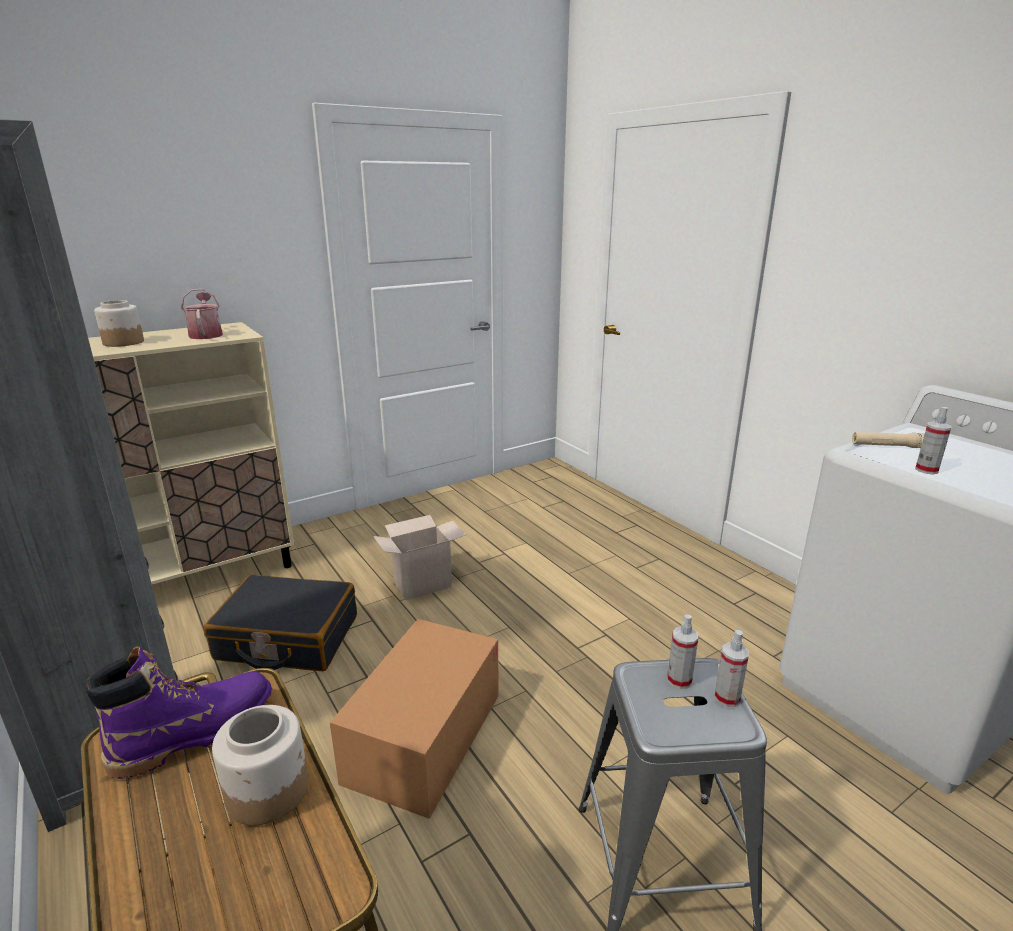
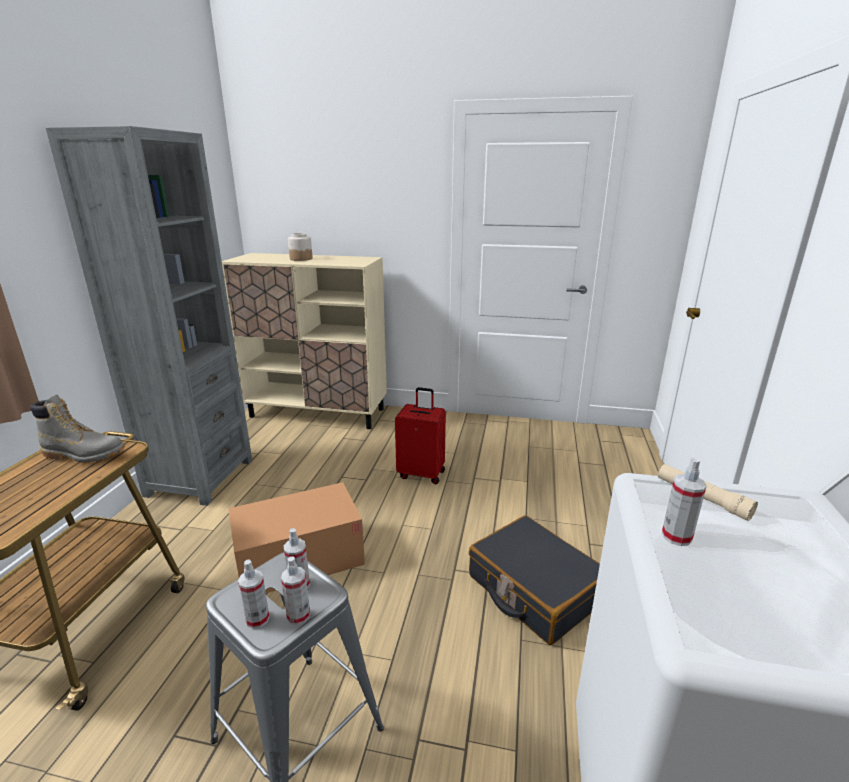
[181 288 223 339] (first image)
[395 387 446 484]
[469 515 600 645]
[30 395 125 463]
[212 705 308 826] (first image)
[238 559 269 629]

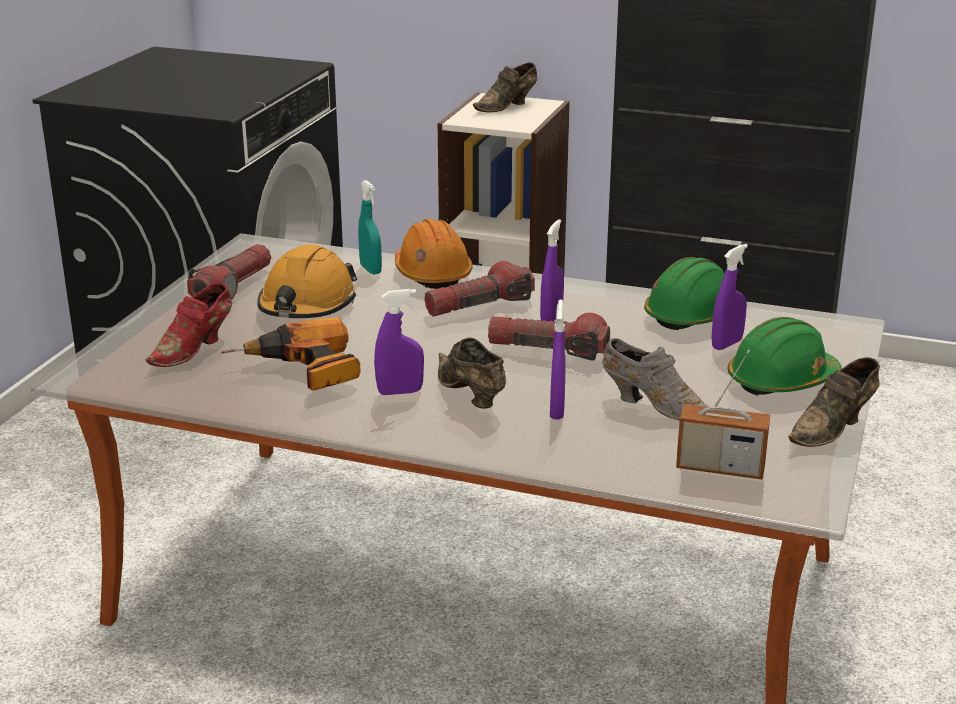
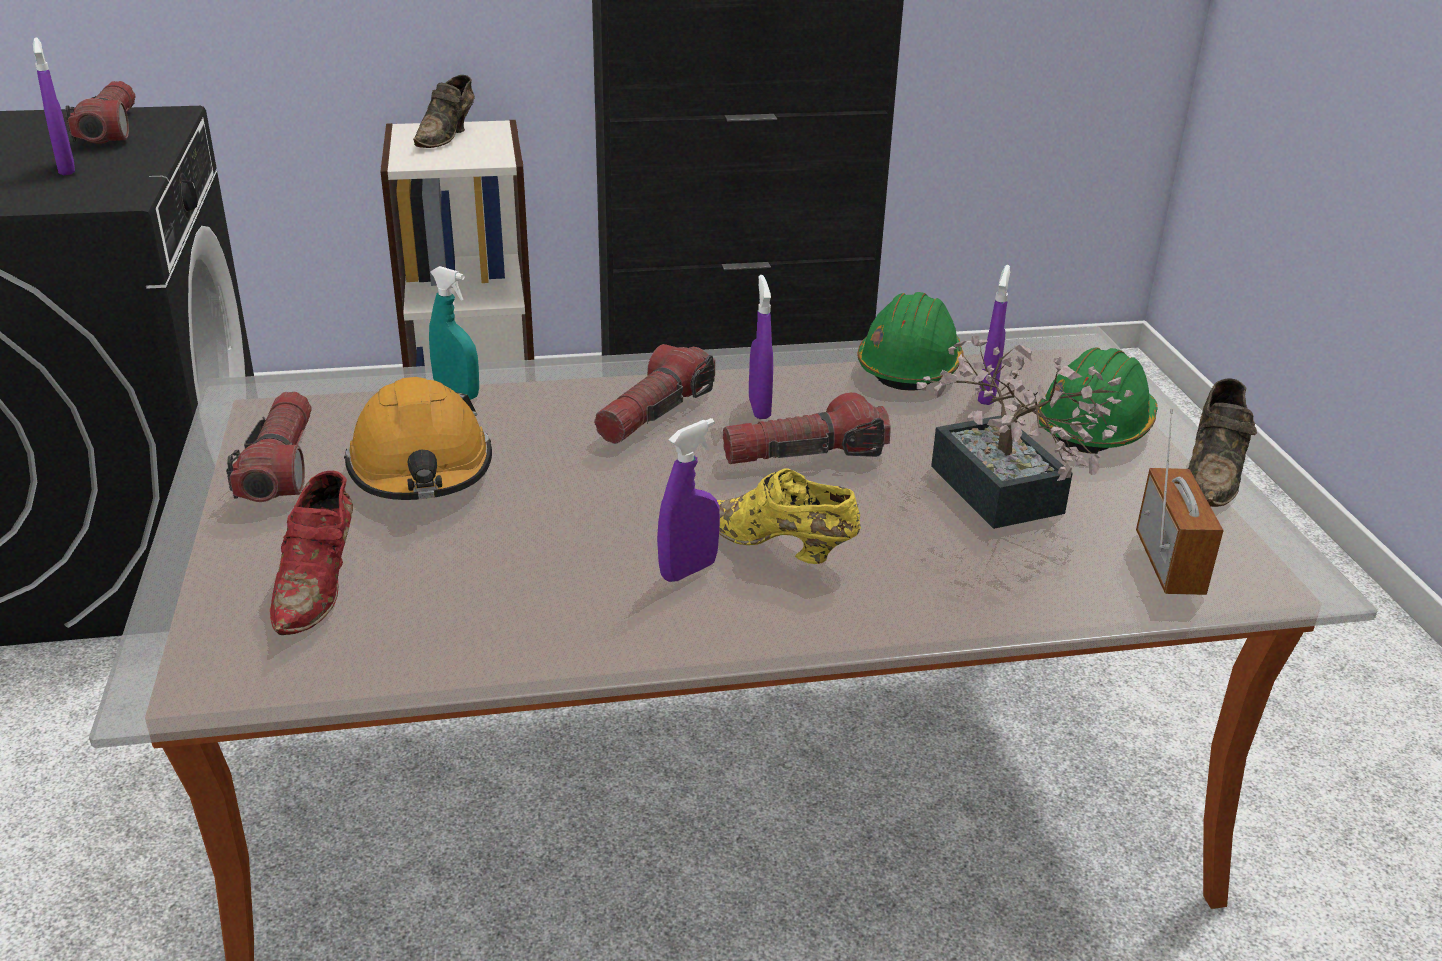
[395 219 473 289] (first image)
[33 38 75 175]
[221 317 361 391] (first image)
[717 469 861 564]
[917 336 1134 529]
[1136 409 1224 595]
[65 81 135 144]

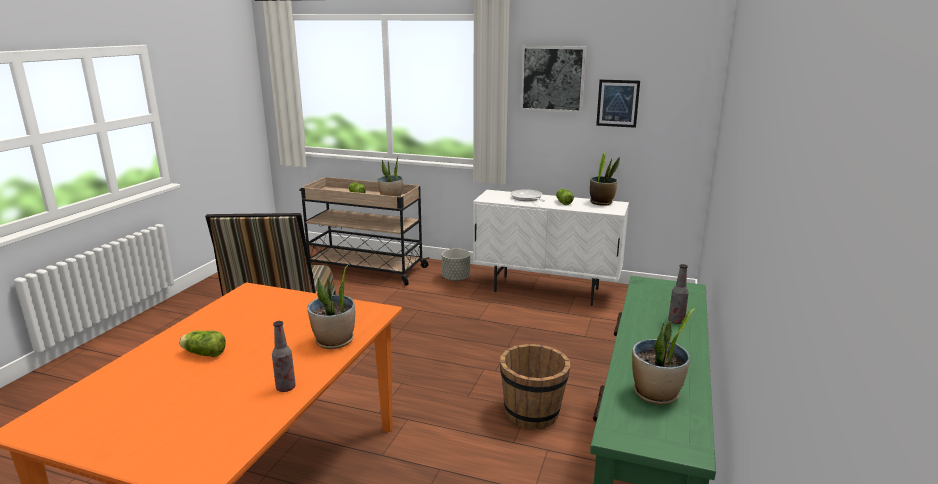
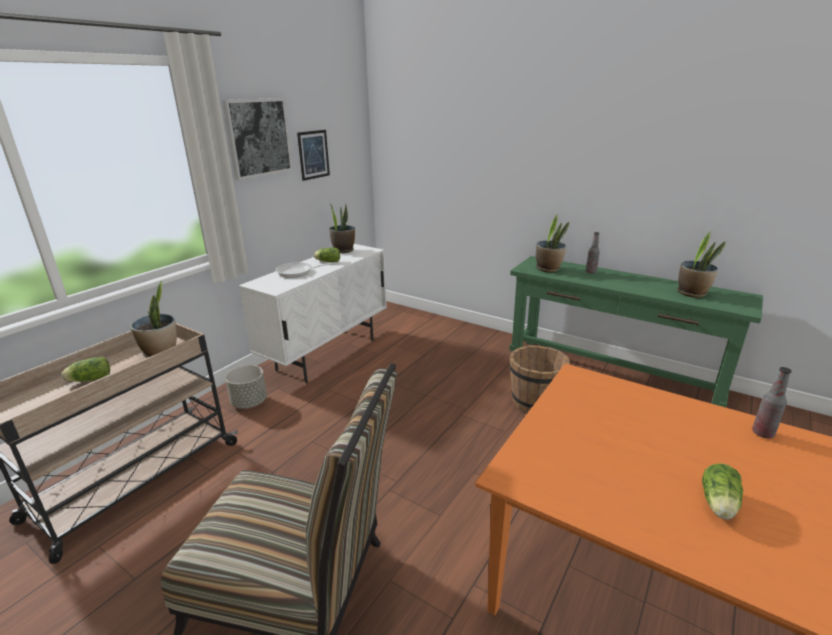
[536 214 569 272]

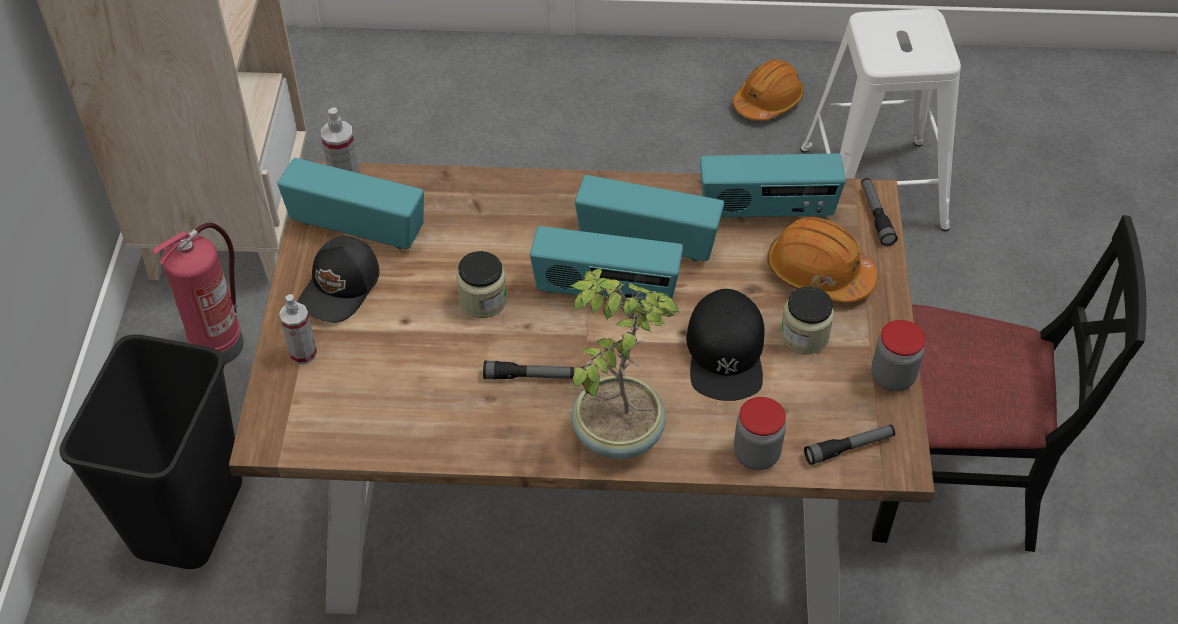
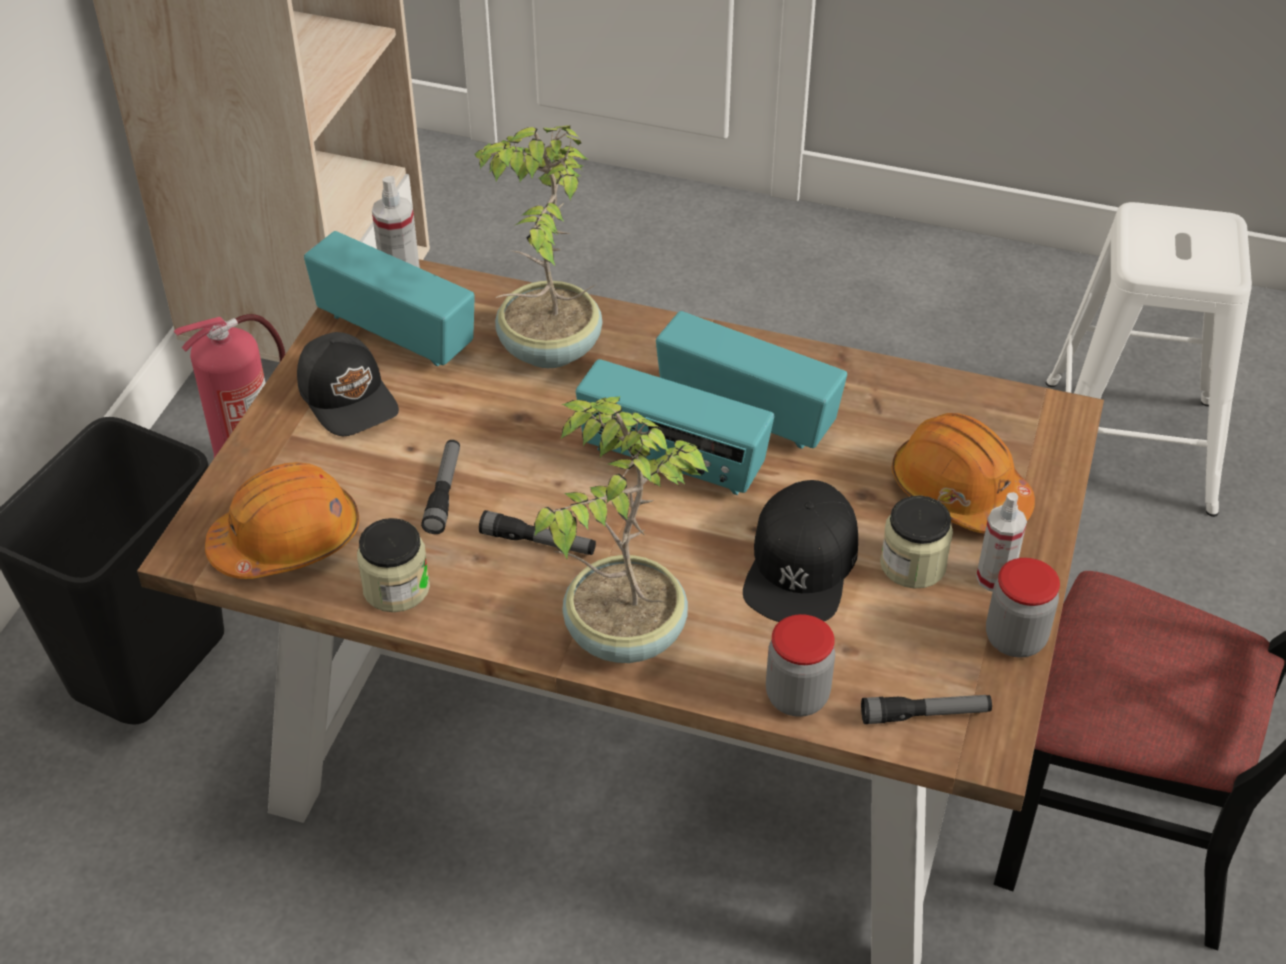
[205 462 359 579]
[700 153 846 218] (first image)
[421 440 460 534]
[297 332 399 436]
[357 518 430 612]
[976 492 1027 591]
[475 125 602 368]

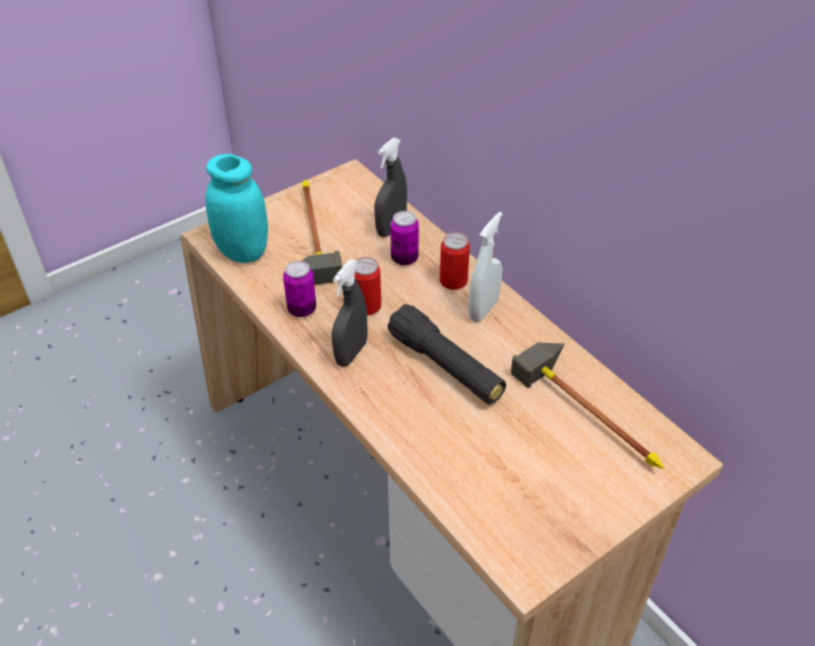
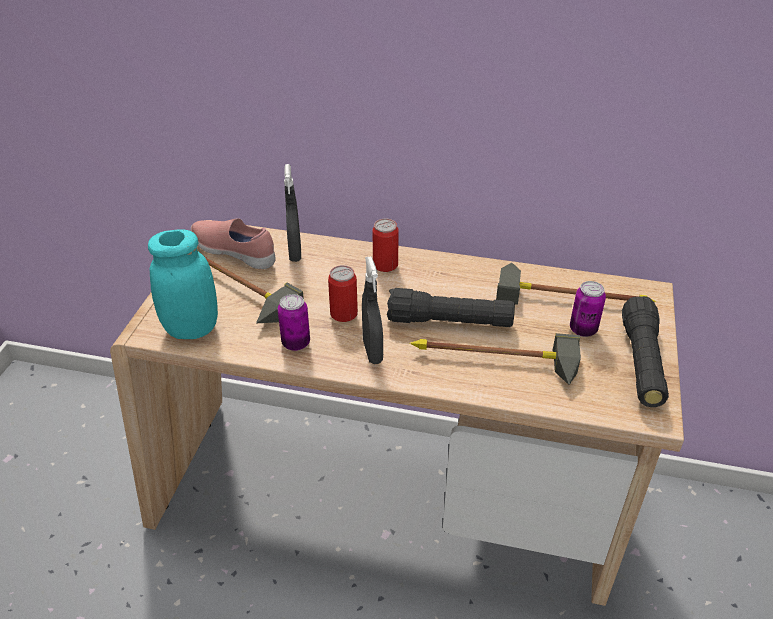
[570 281 606 337]
[468 212 503 322] (first image)
[191 218 276 269]
[622 296 669 407]
[410 333 581 385]

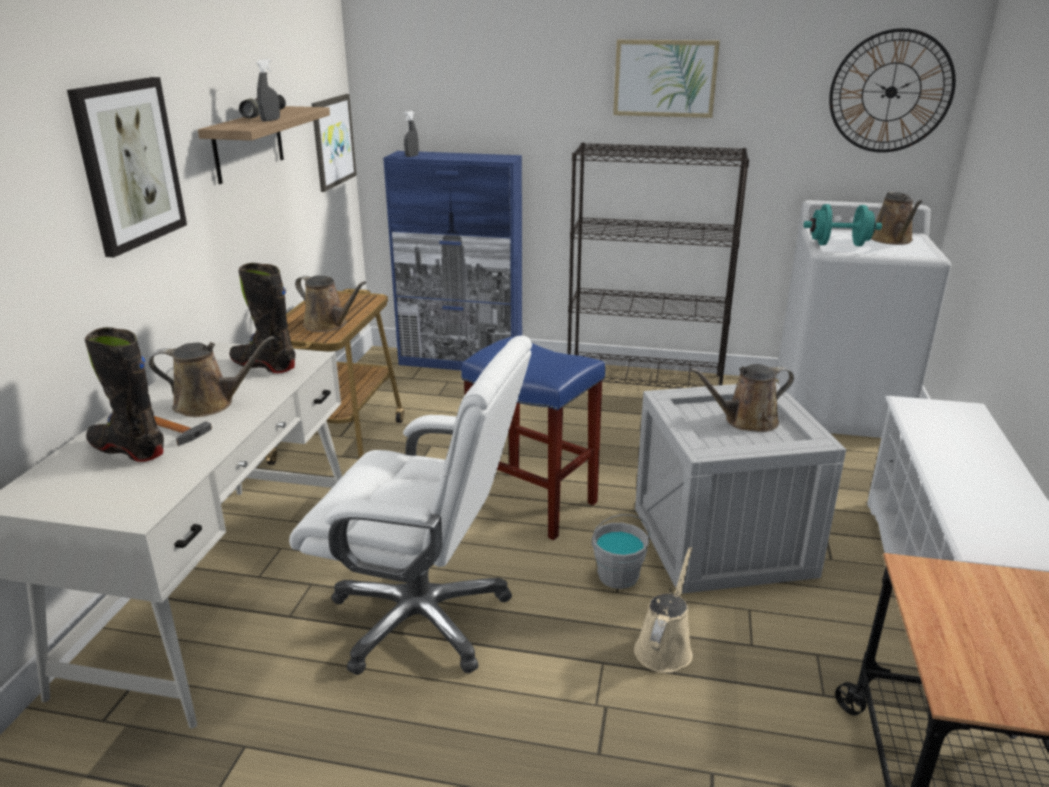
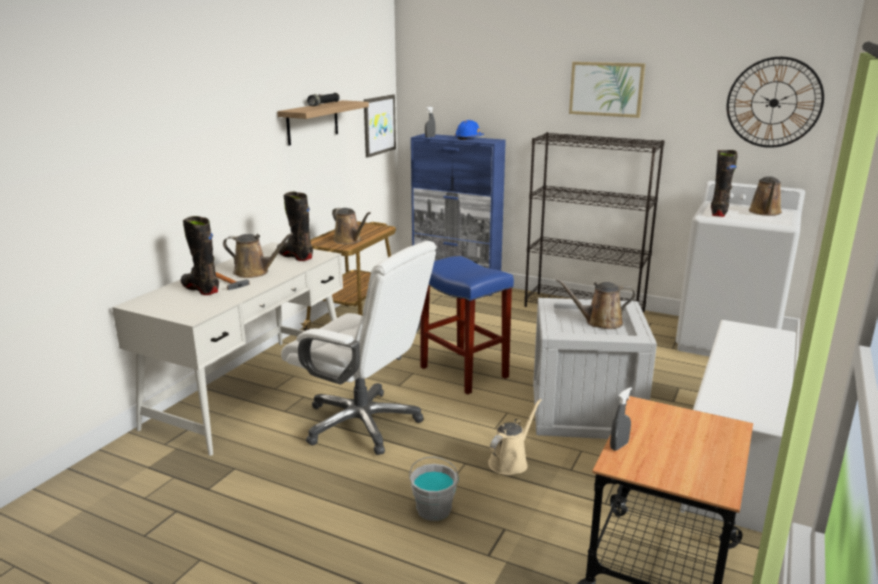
[610 387 632 451]
[67 77 187 257] (first image)
[711 150 738 217]
[409 457 459 521]
[454 120 484 140]

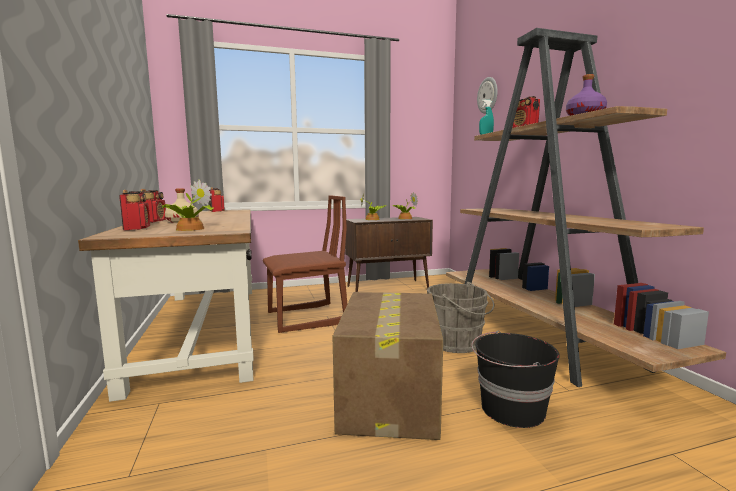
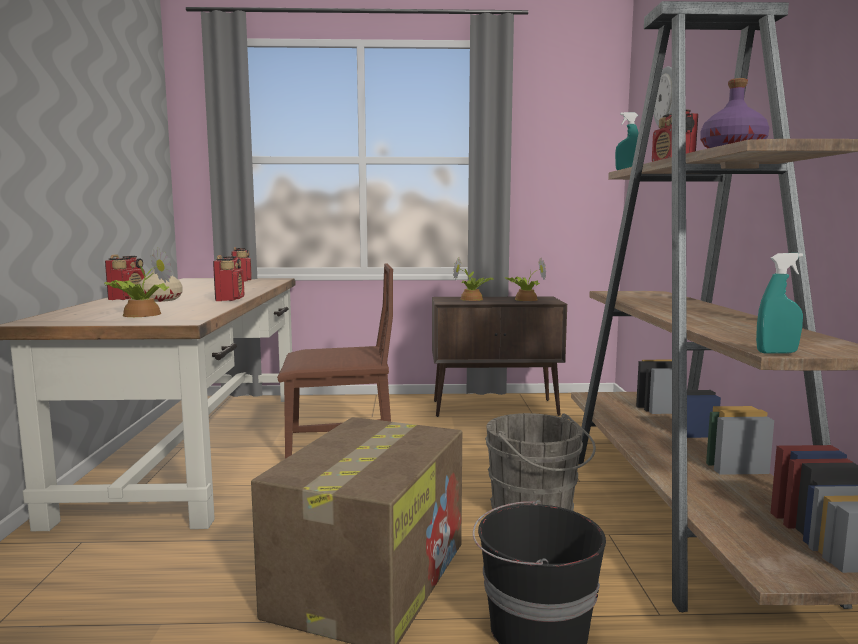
[213 255 244 301]
[756 253 804 354]

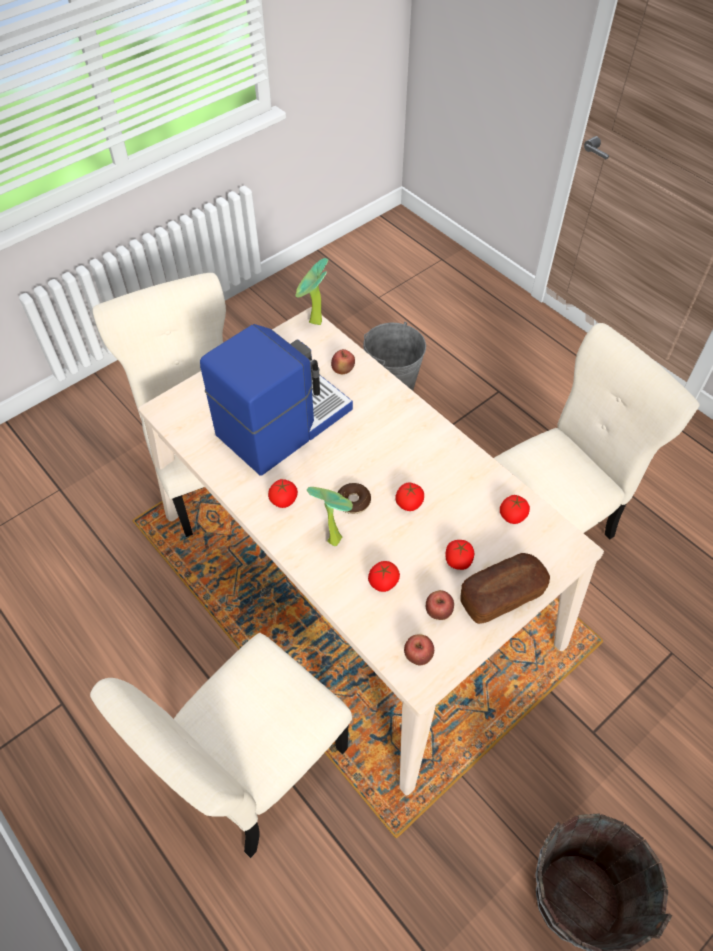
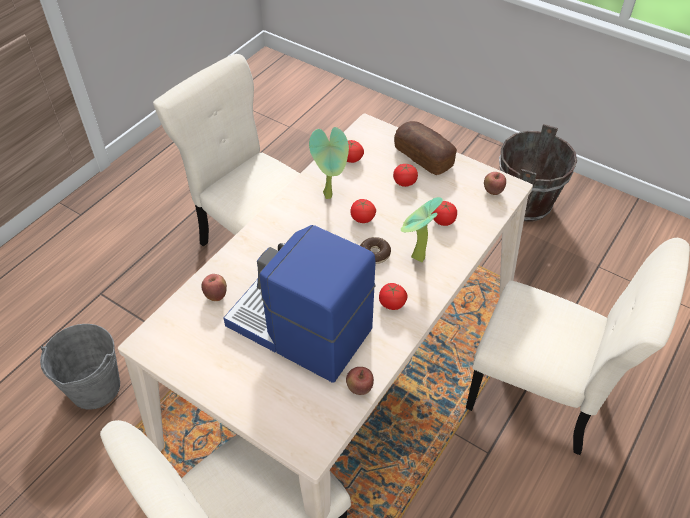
[309 127 349 199]
[346 367 374 395]

